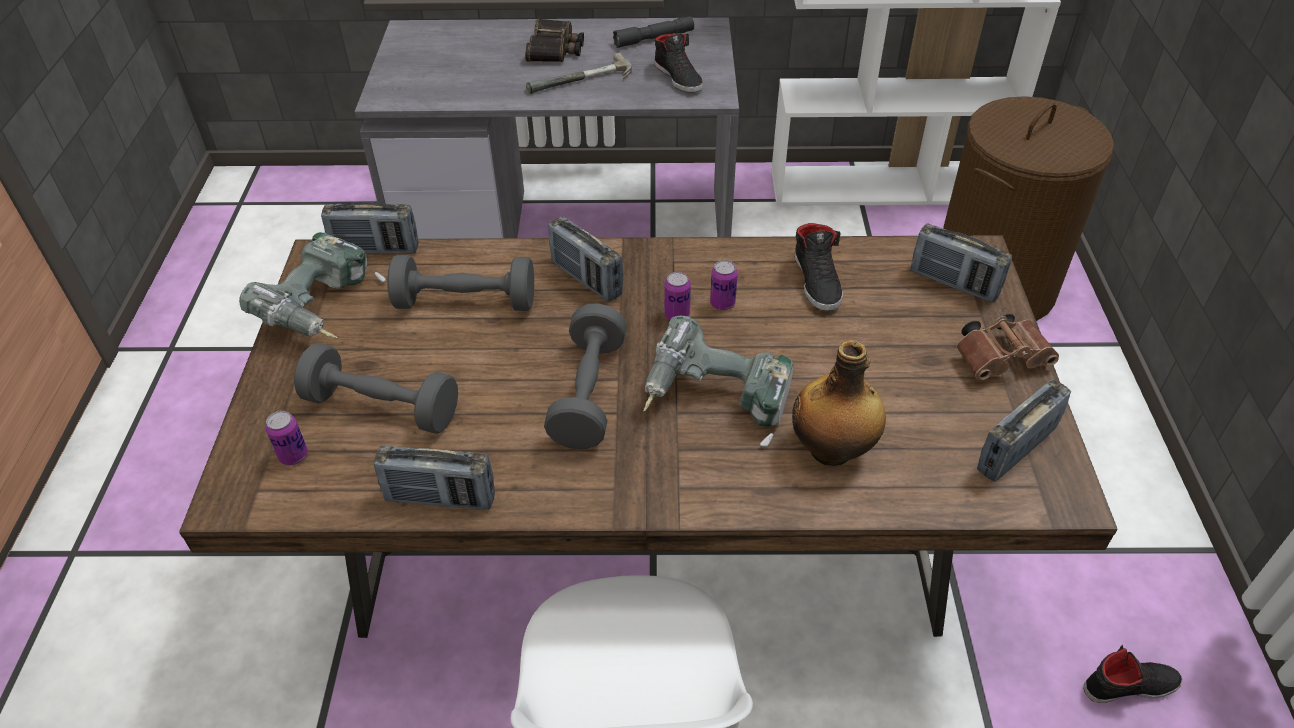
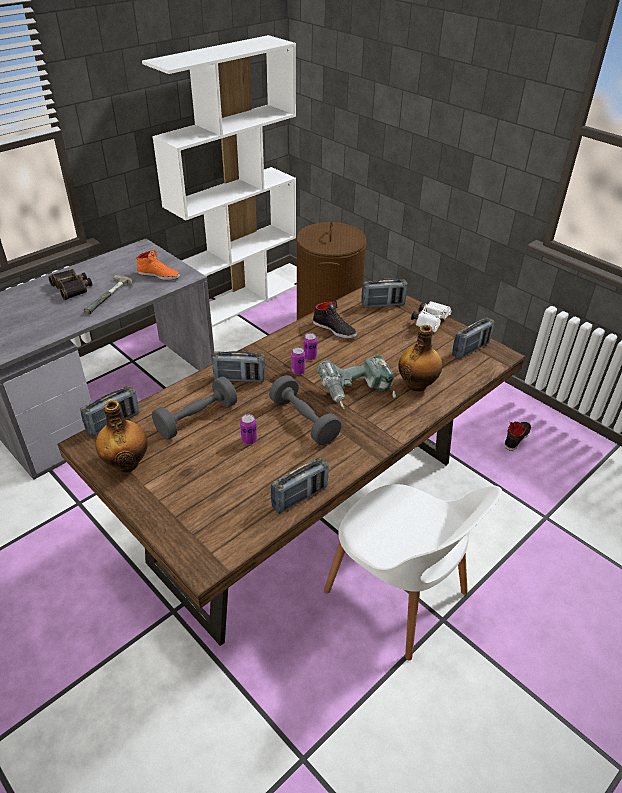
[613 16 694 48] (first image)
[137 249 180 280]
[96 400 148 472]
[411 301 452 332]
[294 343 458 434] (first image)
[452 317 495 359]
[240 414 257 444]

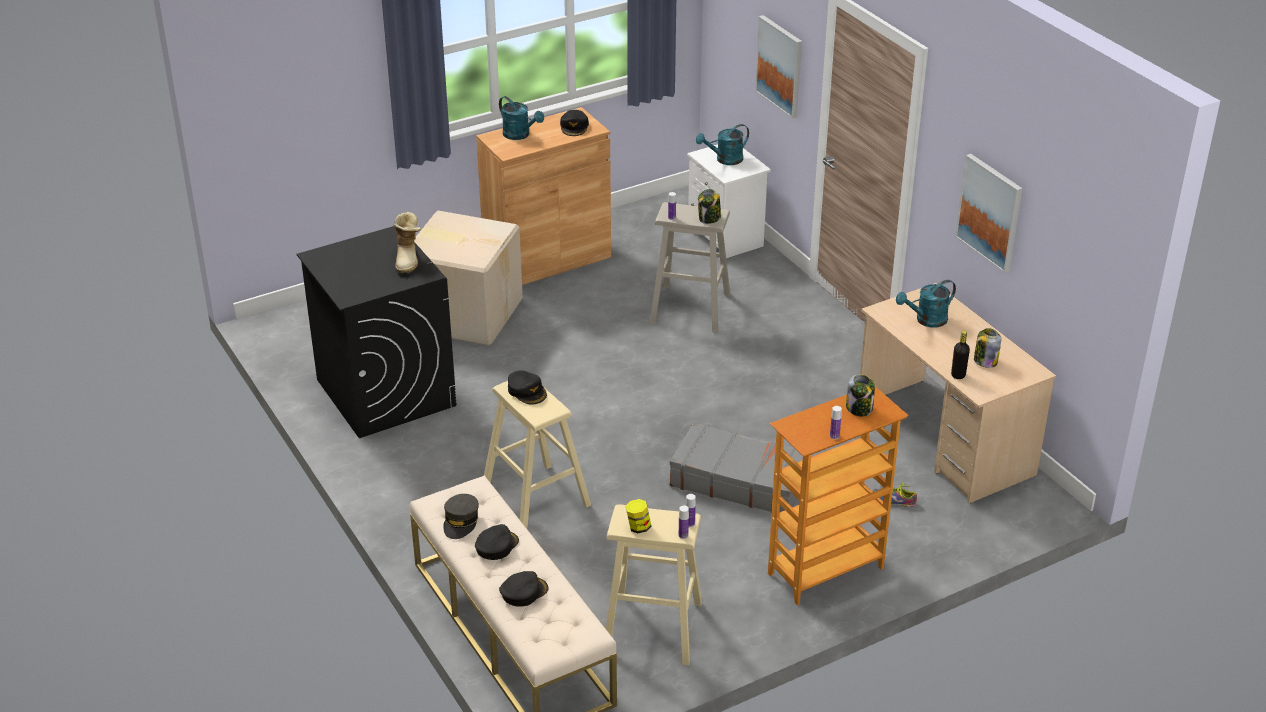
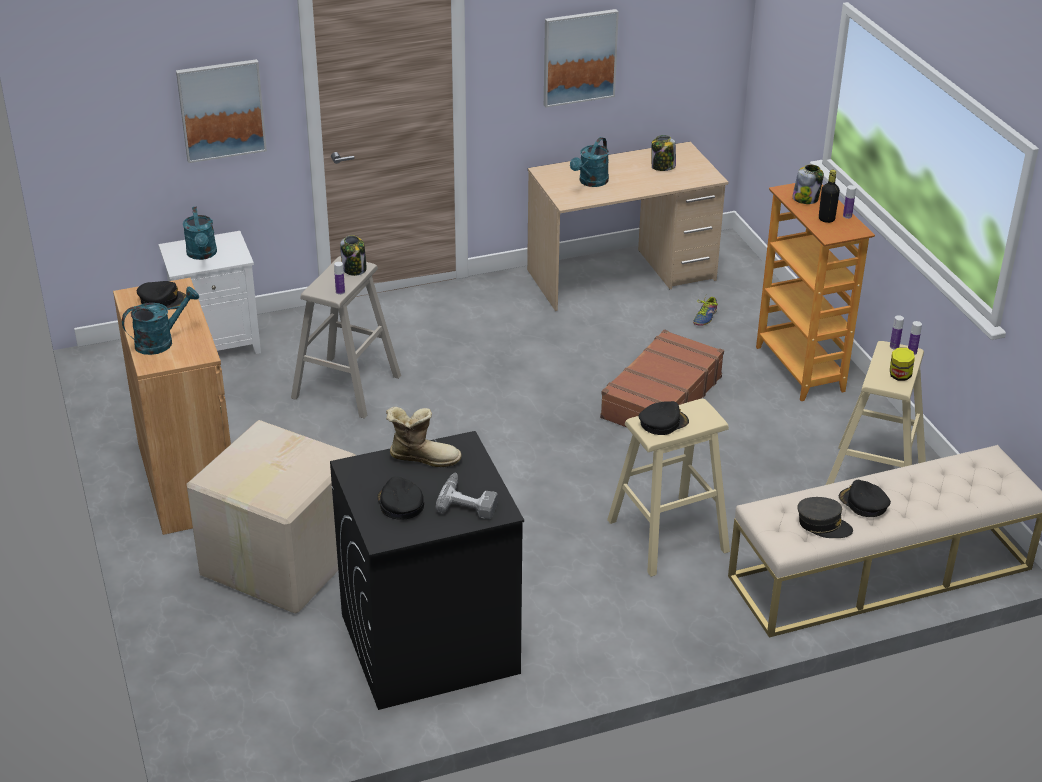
[570 137 609 187]
[819 170 840 223]
[600 329 724 427]
[377 476 424 520]
[436 473 498 519]

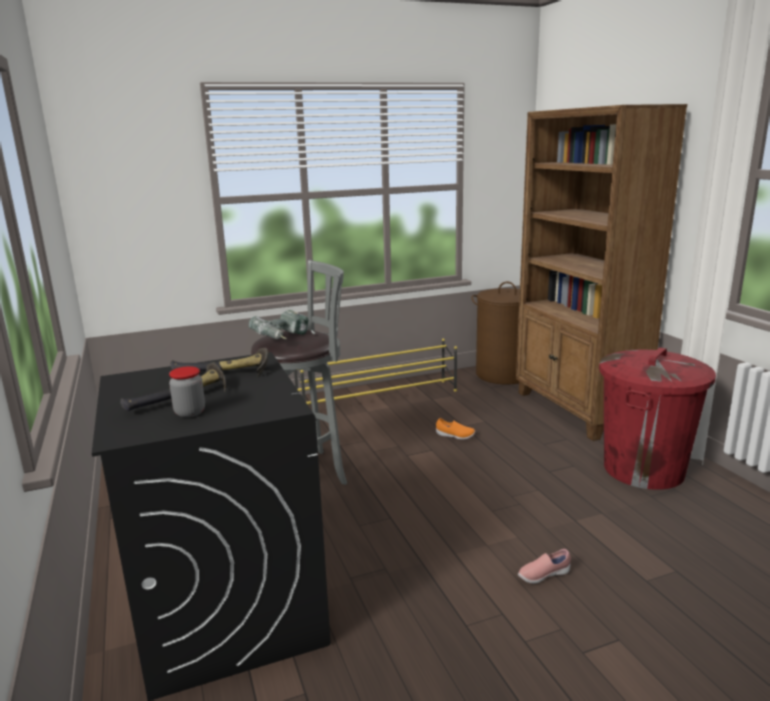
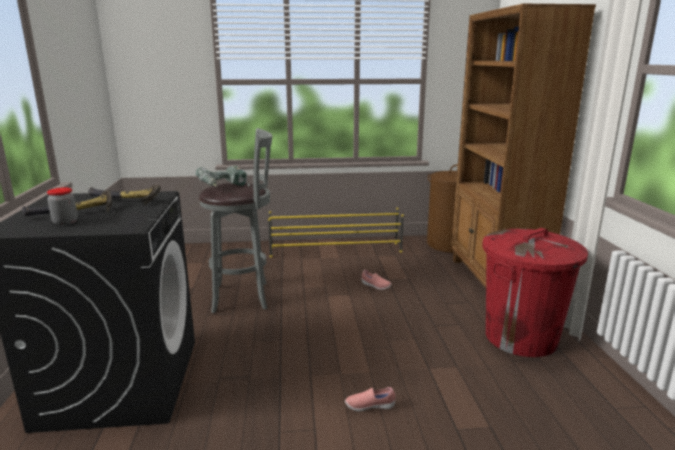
[361 270 391 290]

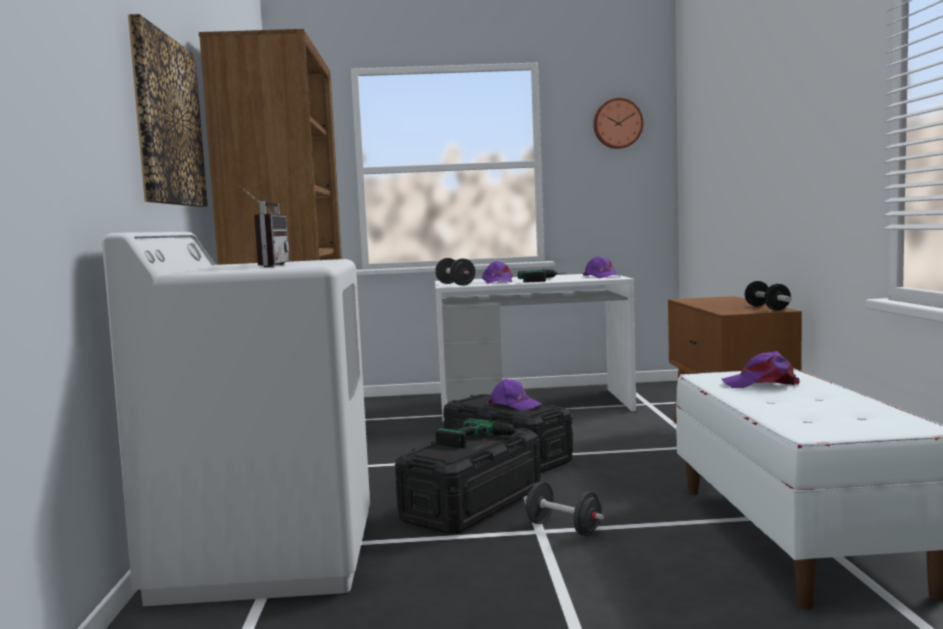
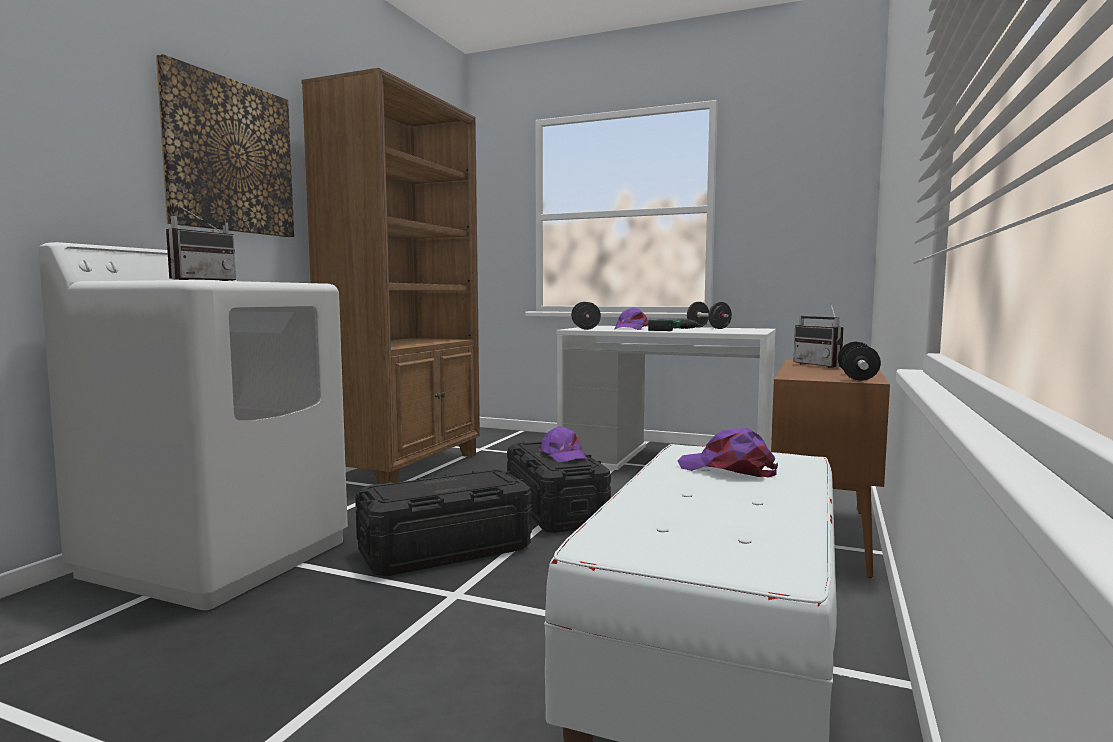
[593 98 644 149] (first image)
[583 256 618 279] (first image)
[436 418 527 448] (first image)
[687 302 732 329]
[794 303 844 368]

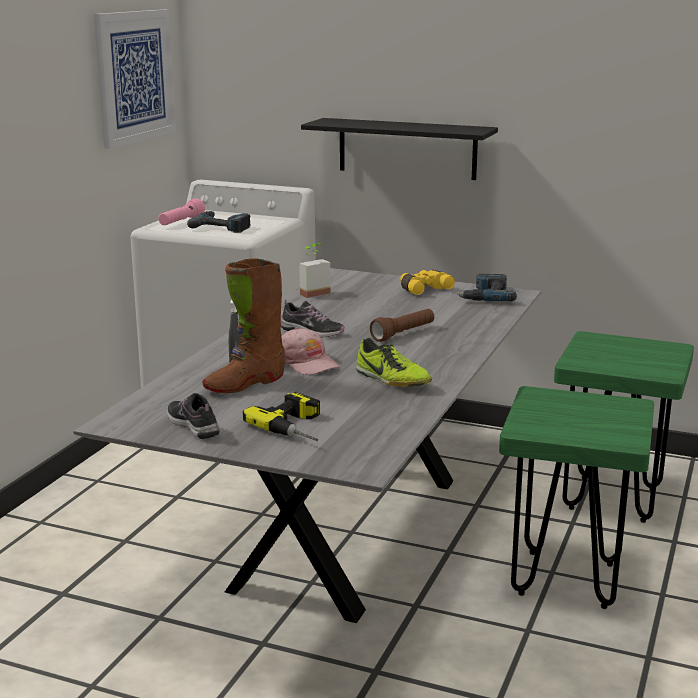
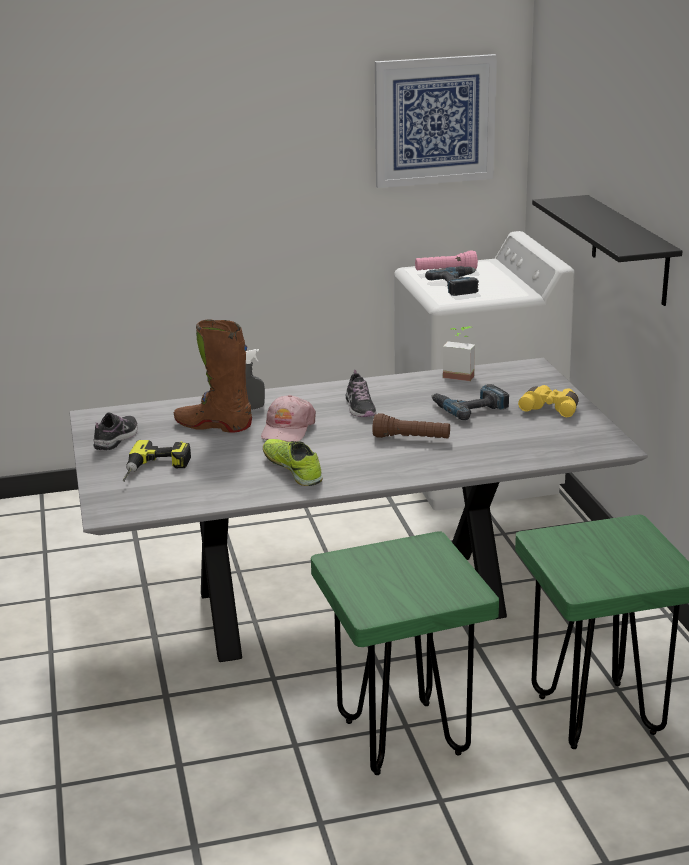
[431 384 509 420]
[263 439 323 486]

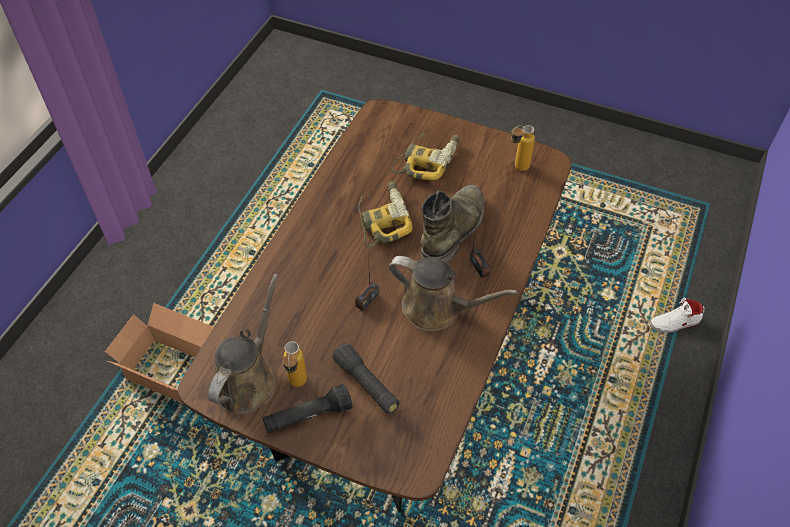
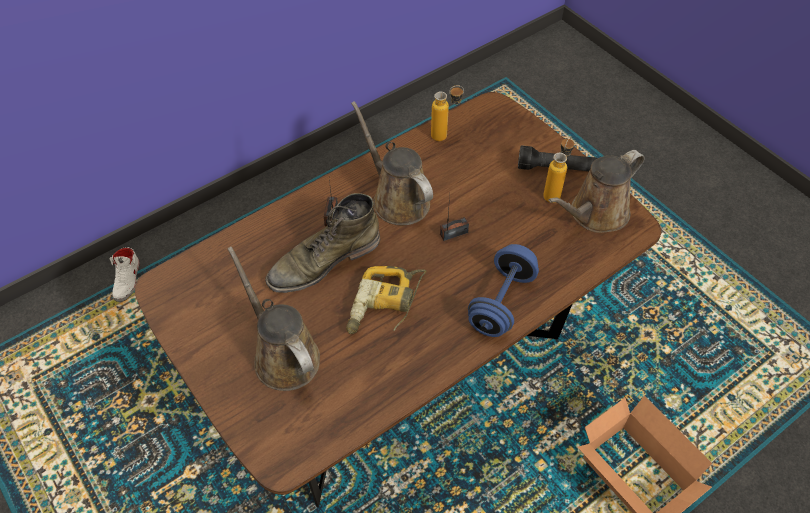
[431 85 464 141]
[228 246 320 391]
[110 247 140 302]
[332 343 400 414] (first image)
[468 244 539 337]

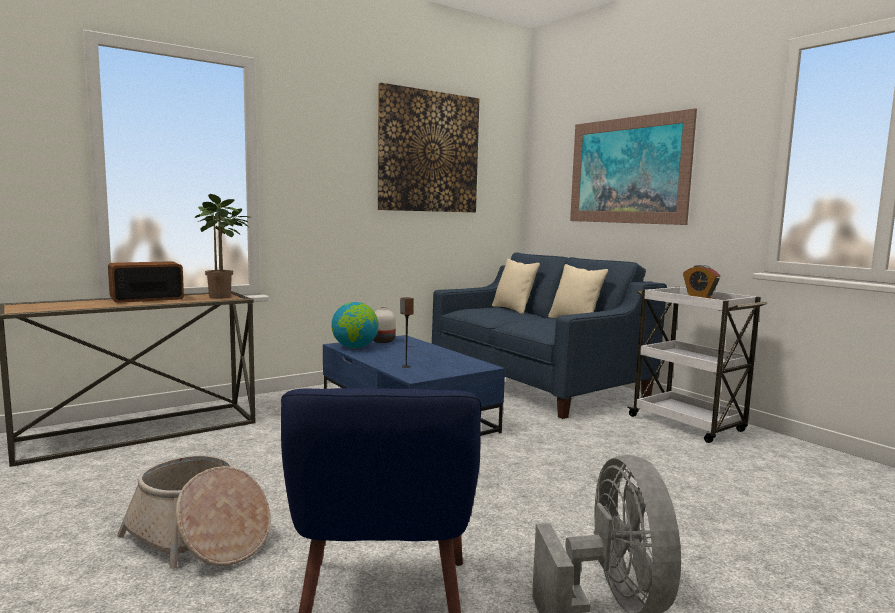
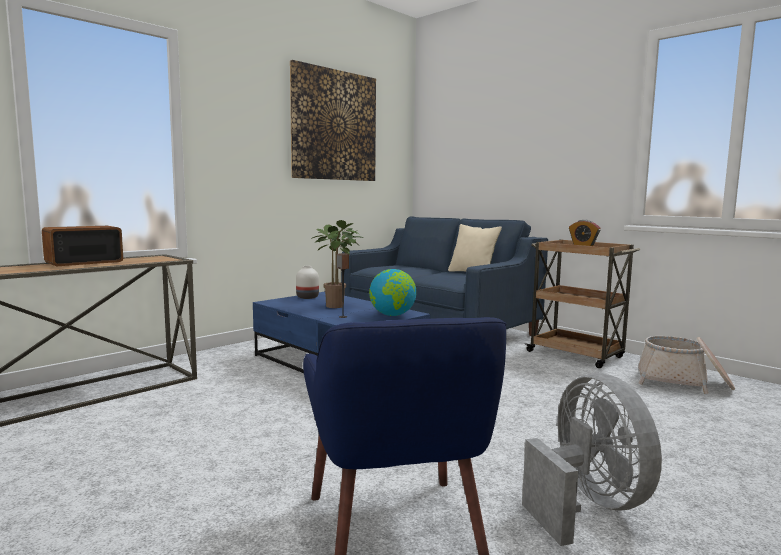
[570 108 697 225] (first image)
[311 220 364 308]
[492 259 540 314] (first image)
[525 239 640 368]
[369 269 417 316]
[638 336 735 394]

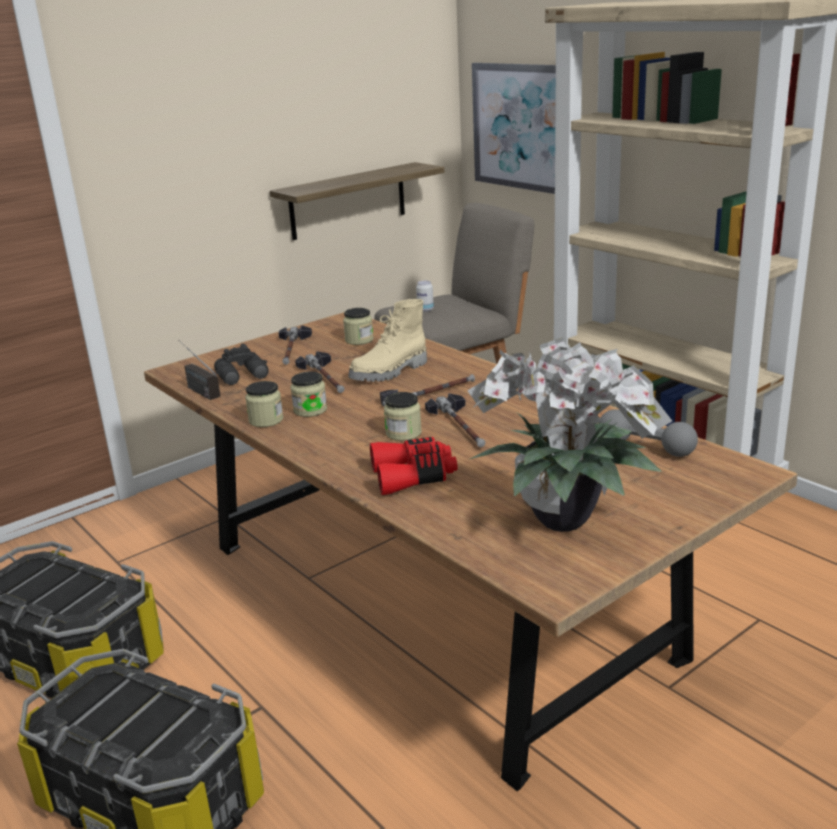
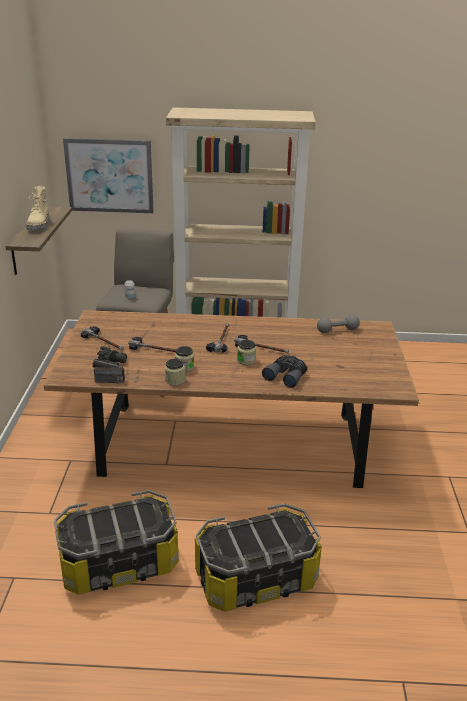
[26 186 50 230]
[343 308 373 345] (first image)
[467 338 672 532] (first image)
[262 355 308 388]

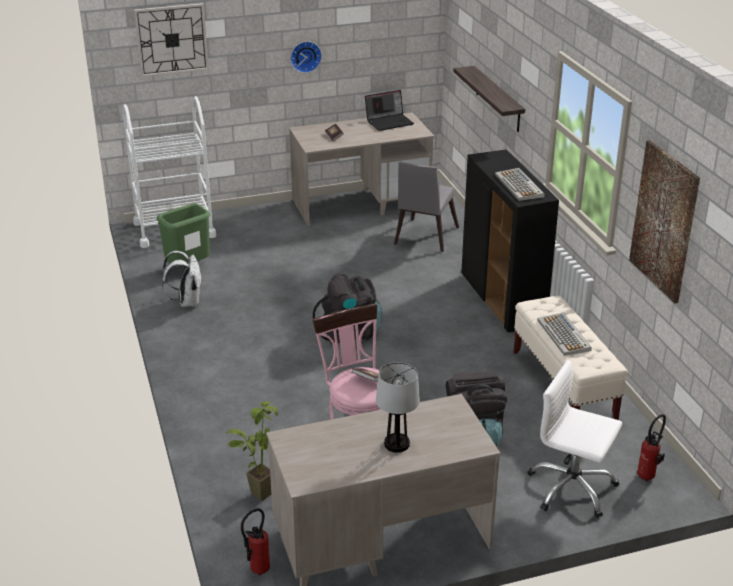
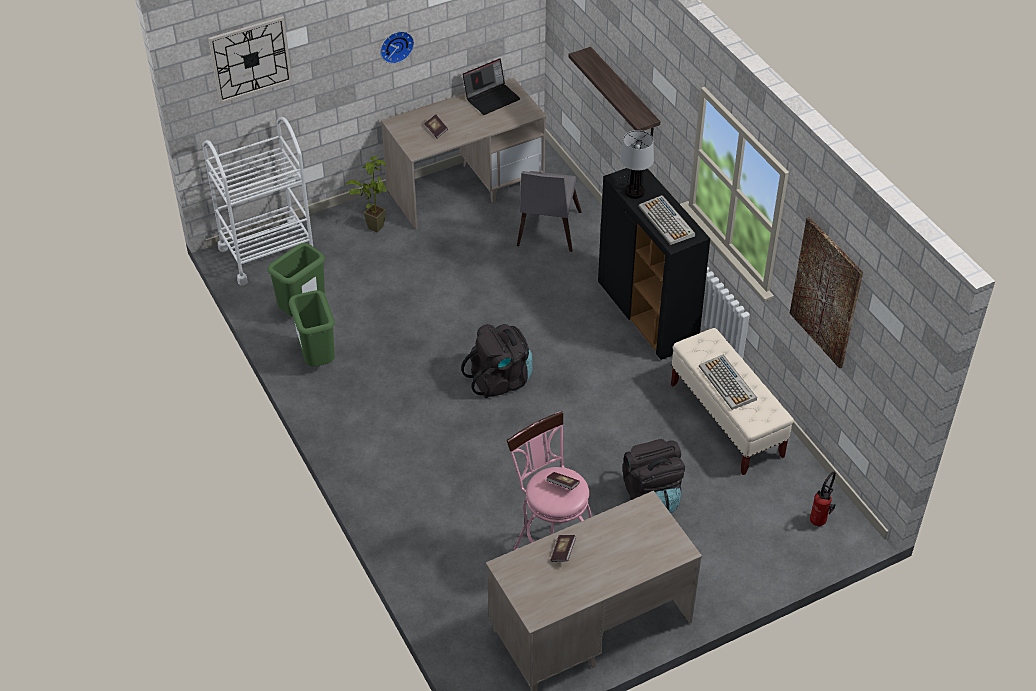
[289 290 335 367]
[527 360 622 518] (first image)
[620 130 654 199]
[346 156 387 232]
[241 508 270 575] (first image)
[551 535 576 562]

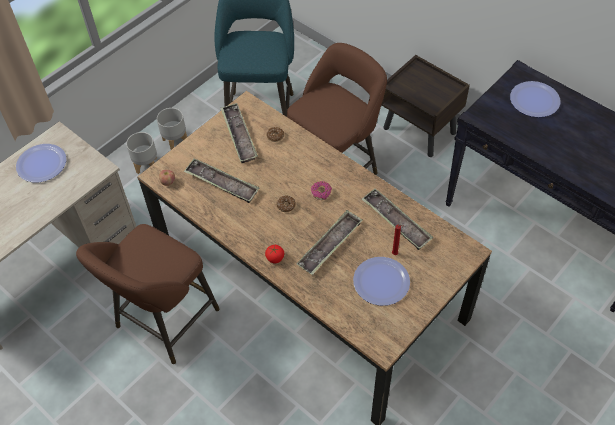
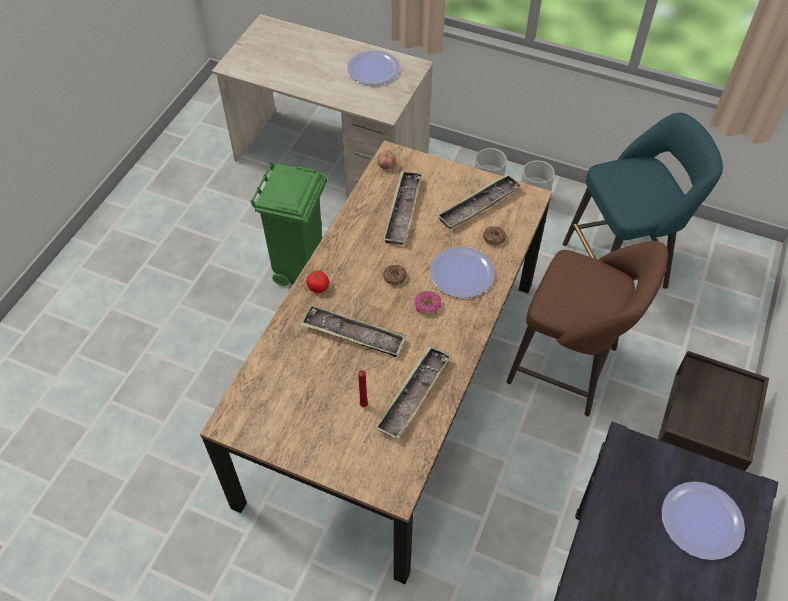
[250 162 327 286]
[430 247 495 298]

